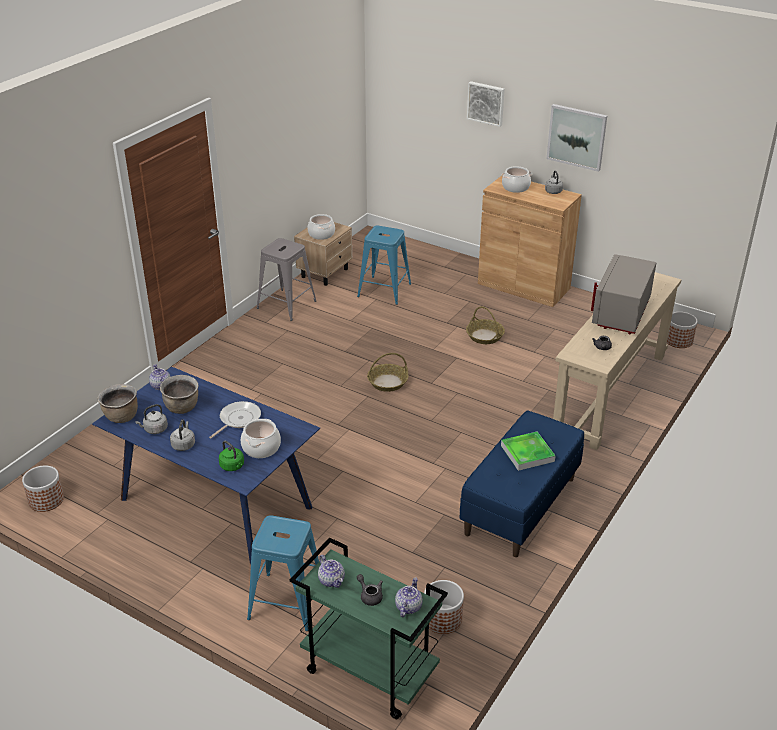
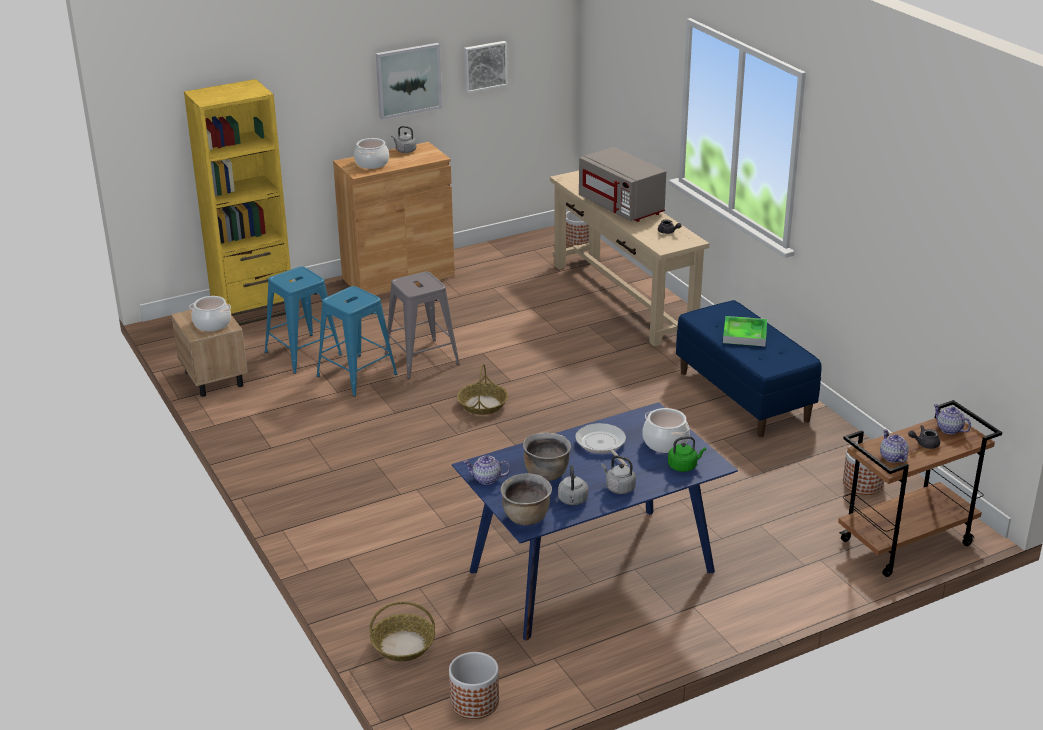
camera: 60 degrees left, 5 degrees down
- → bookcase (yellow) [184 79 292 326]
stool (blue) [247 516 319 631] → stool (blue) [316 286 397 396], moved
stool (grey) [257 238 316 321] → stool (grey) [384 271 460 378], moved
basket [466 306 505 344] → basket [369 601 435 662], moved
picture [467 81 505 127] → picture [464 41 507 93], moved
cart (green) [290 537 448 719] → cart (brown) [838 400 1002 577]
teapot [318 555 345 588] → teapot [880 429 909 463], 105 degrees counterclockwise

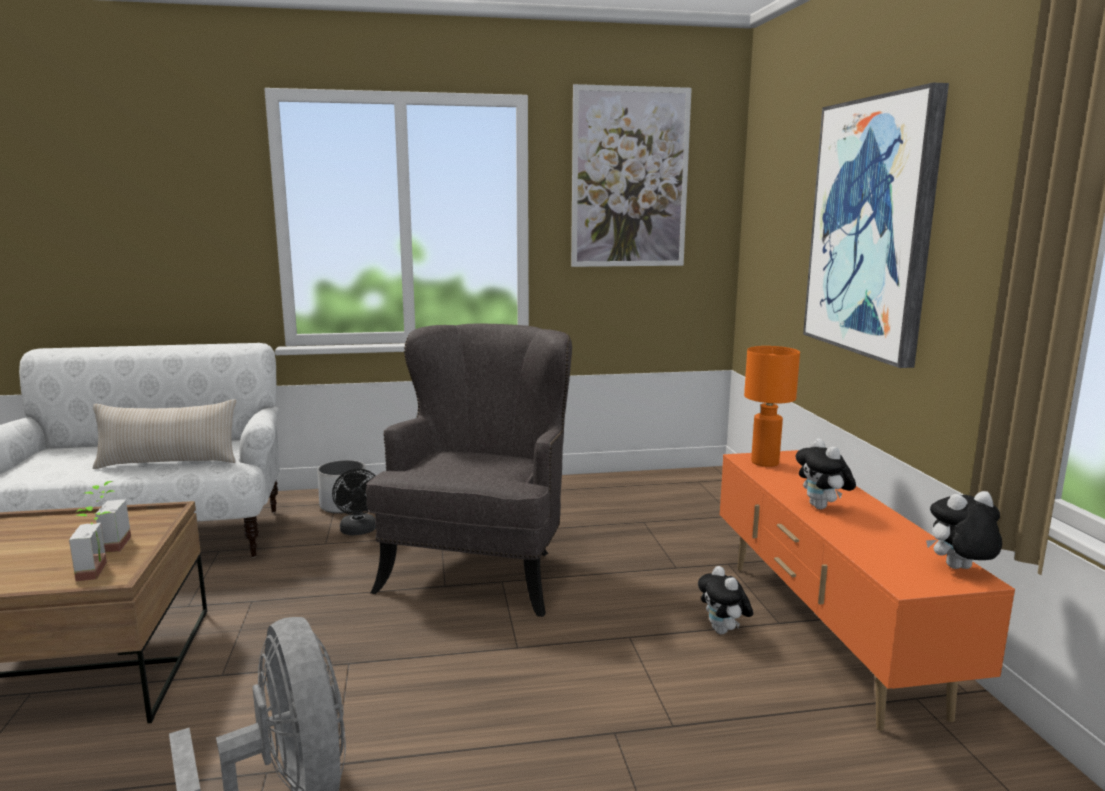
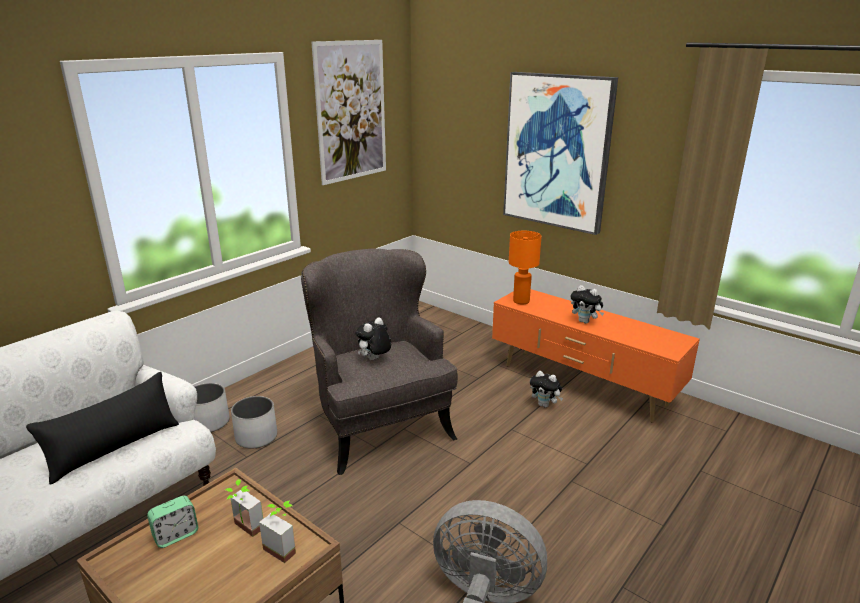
camera: 40 degrees left, 10 degrees up
- → alarm clock [147 496 198 548]
plush toy [926 491 1002 569] → plush toy [355 317 391 360], moved
fan (black) [332 469 376 535] → planter (white) [231 396 277 449]
pillow (beige) [93 399 236 469] → pillow (black) [26 372 179 485]

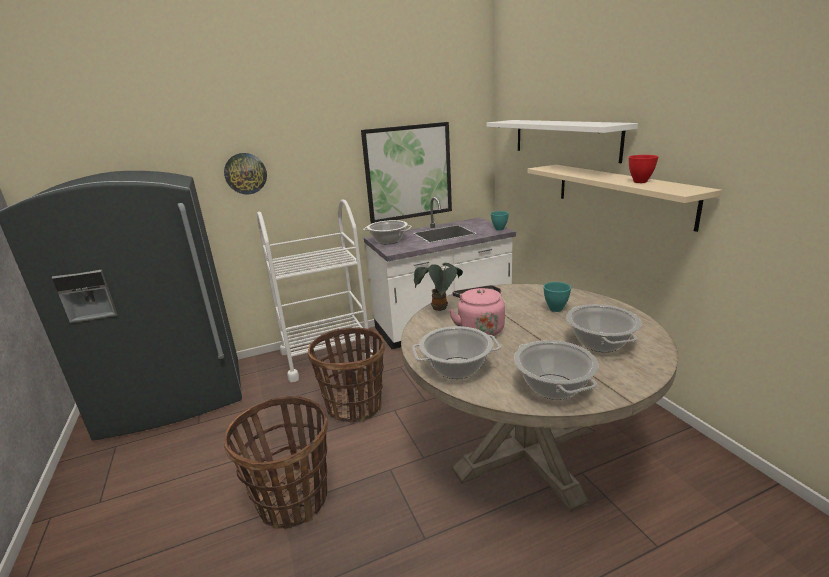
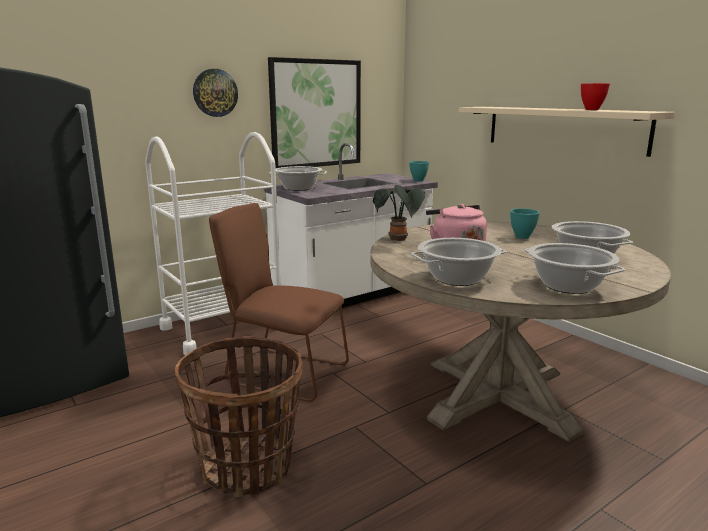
camera: 15 degrees left, 5 degrees down
shelf (white) [486 120 638 163] → -
wall clock [224 153 267 195] → wall clock [193 69 238 117], moved
basket [308 327 385 423] → chair (brown) [209 203 349 402]

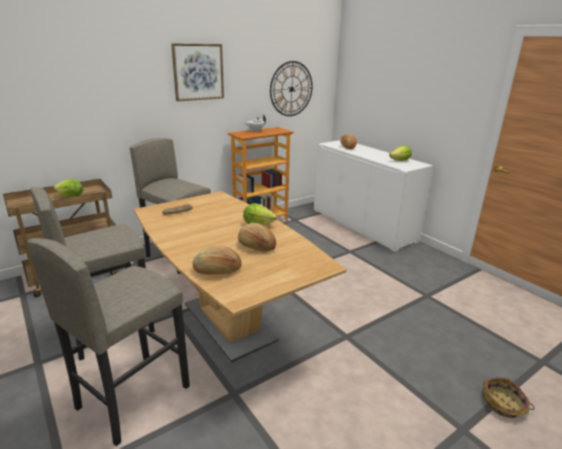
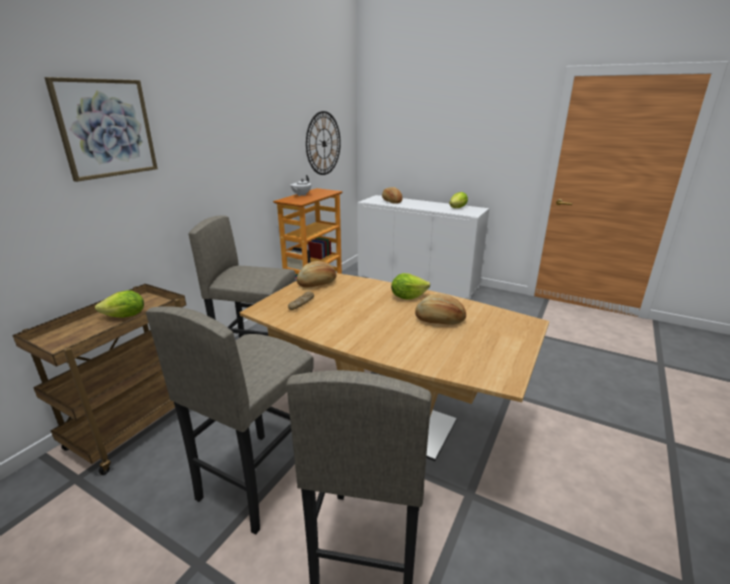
camera: 25 degrees left, 0 degrees up
basket [483 377 534 418] → -
picture [171 44 224 101] → picture [44 77 158 182], moved
bread [193 245 242 275] → bread [296 261 337 288], moved

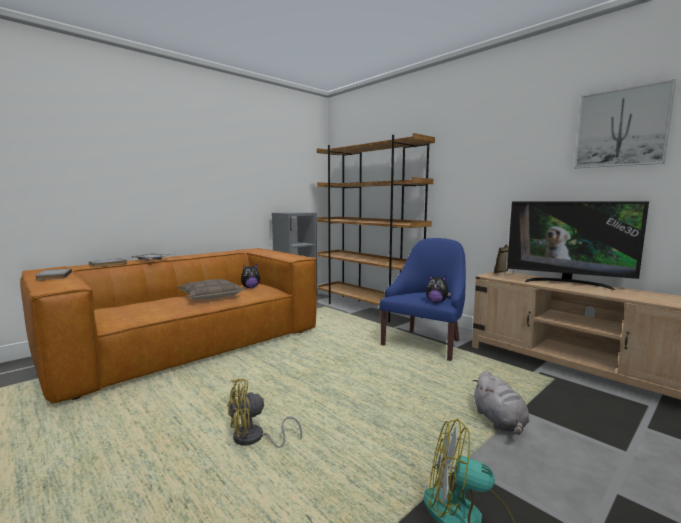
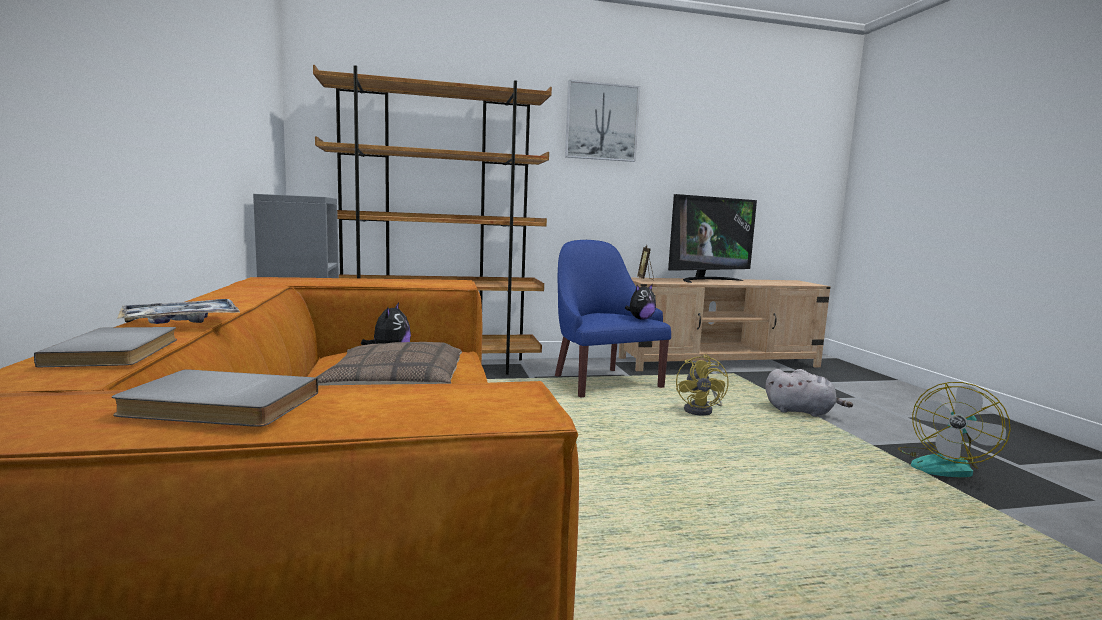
camera: 60 degrees left, 0 degrees up
fan (yellow) [227 378 302 448] → fan (yellow) [676 354 729 416], moved
picture [574 79 676 168] → picture [565 79 640 162], moved

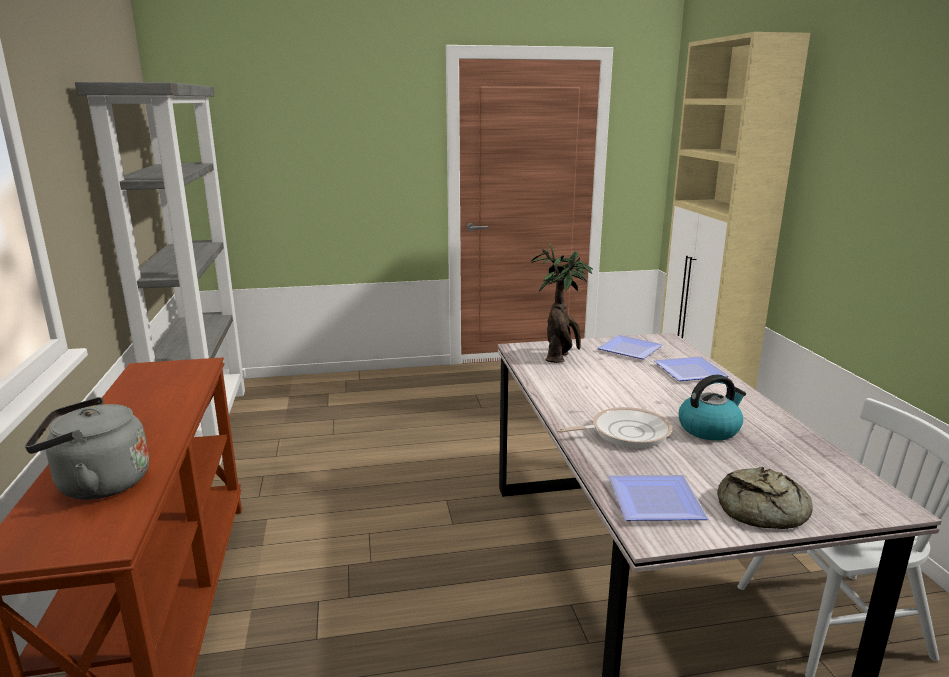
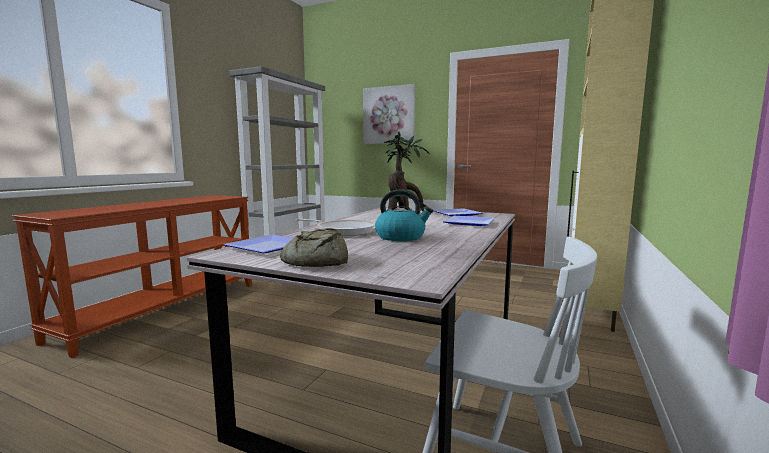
camera: 35 degrees right, 10 degrees down
kettle (grey) [25 397 149 500] → -
- → picture [363 84 415 144]

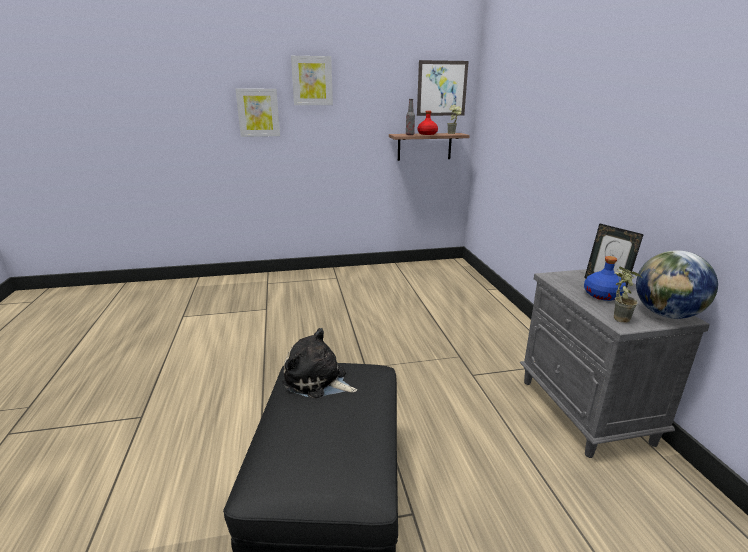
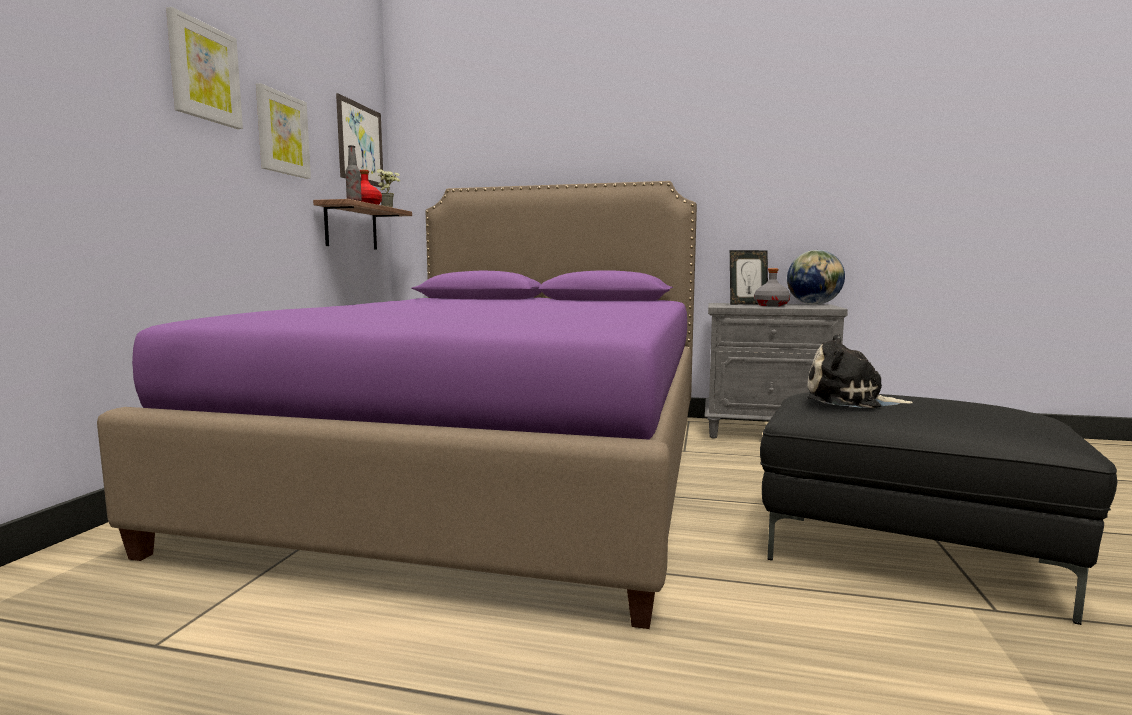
camera: 65 degrees left, 15 degrees down
potted plant [614 267 642 323] → -
- → bed (purple) [97 181 697 629]
picture [236 89 280 137] → picture [256 83 311 179], moved
bottle (blue) [584 256 626 301] → bottle (grey) [754 268 790 306]
plush toy [282 328 357 398] → plush toy [807 334 913 408], 60 degrees clockwise

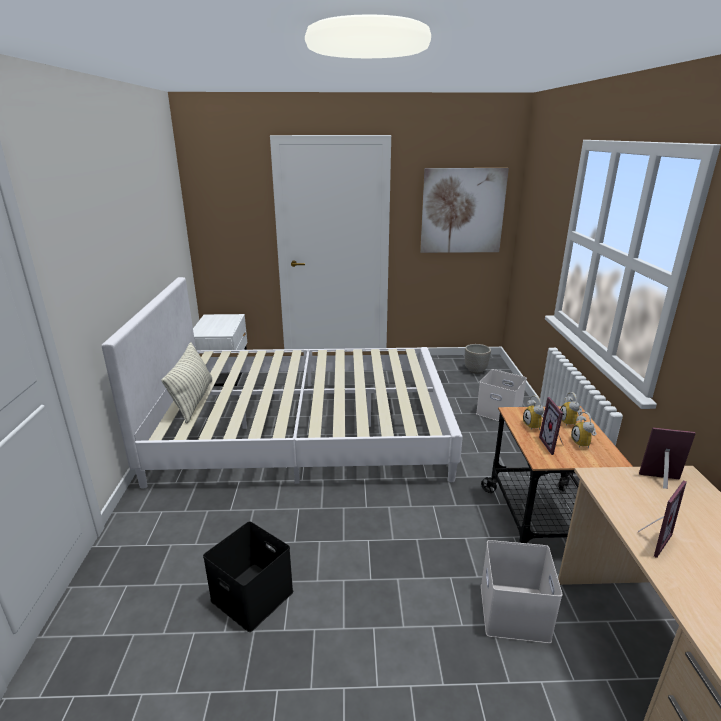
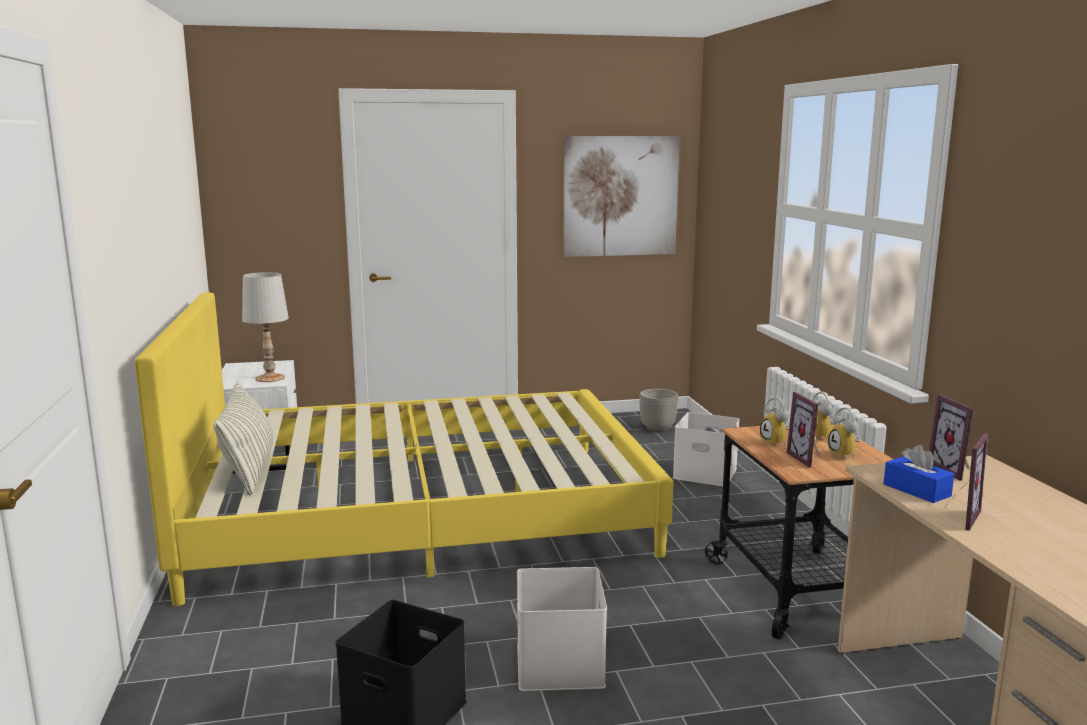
camera: 10 degrees left, 10 degrees down
- → table lamp (white) [242 272 289 382]
- → tissue box (blue) [884 445 954 503]
storage box (white) [481 540 562 643] → storage box (white) [517 567 607 691], moved
bed (white) [102 277 463 489] → bed (yellow) [135 292 674 606]
picture frame [639 428 696 489] → picture frame [929 394 973 481], 105 degrees counterclockwise

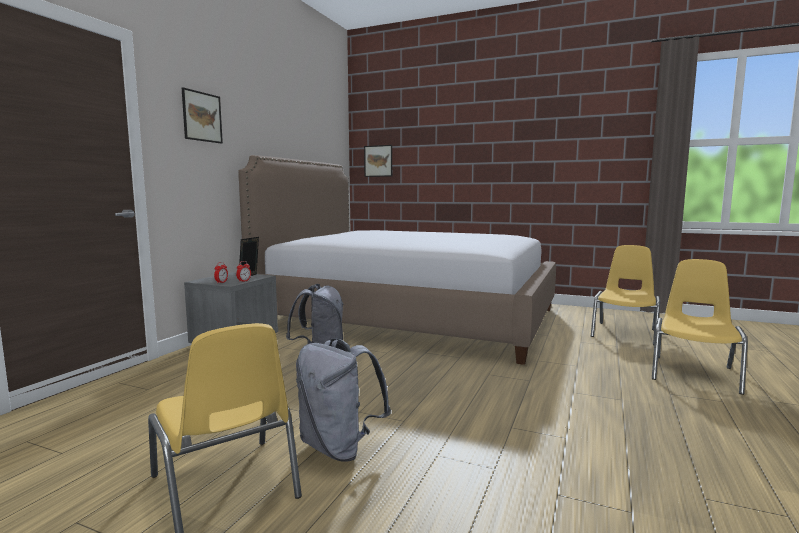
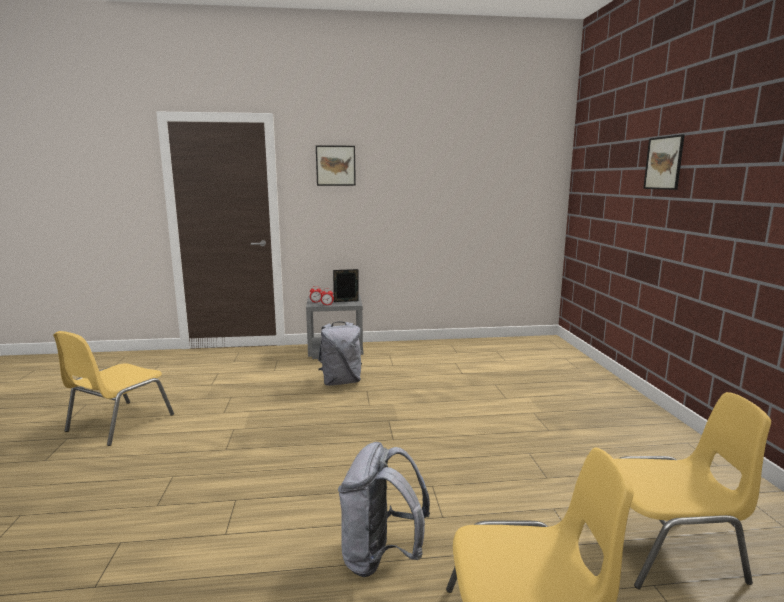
camera: 60 degrees right, 5 degrees up
bed [238 155 556 365] → -
backpack (grey) [296 339 391 461] → backpack (grey) [338 442 430 577], moved
picture [364 145 392 177] → picture [643 134 685 190], moved

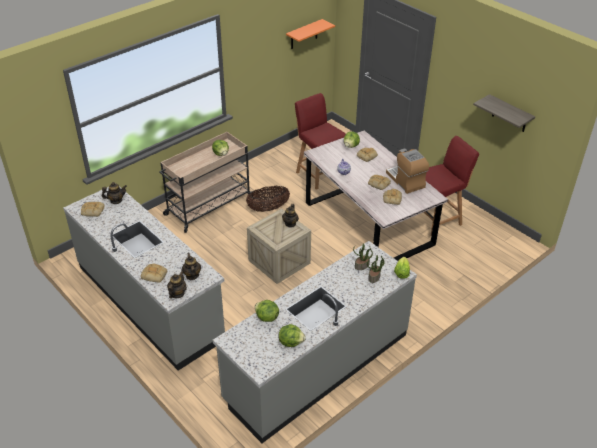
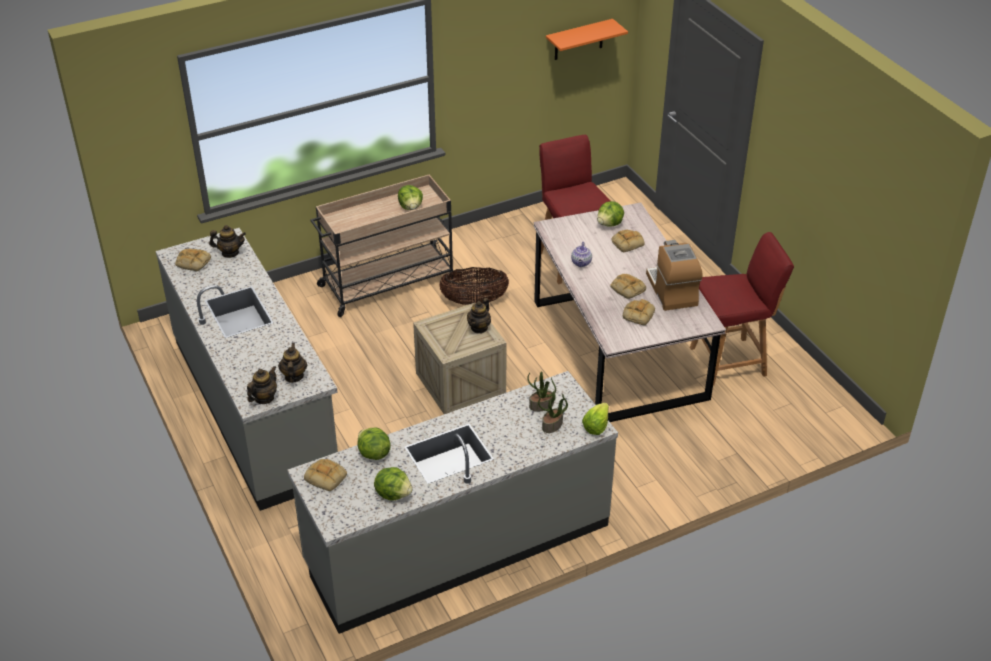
camera: 15 degrees right, 0 degrees up
shelf [473 94 535 132] → -
bread [141 263 167 282] → bread [304 459 347 491], moved

